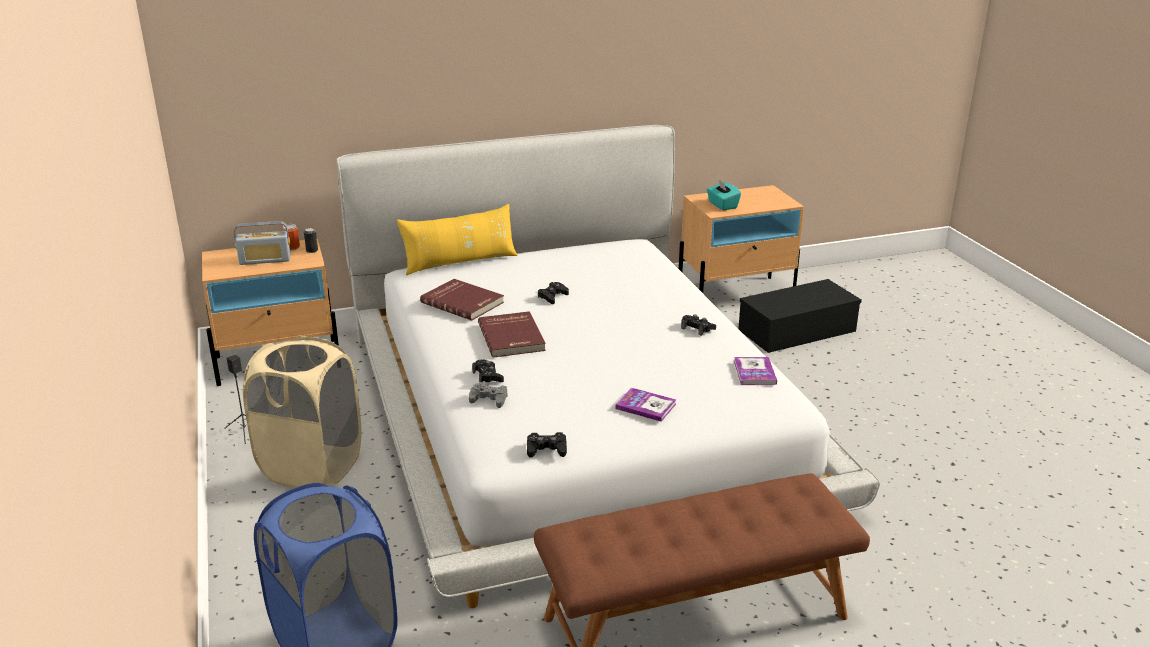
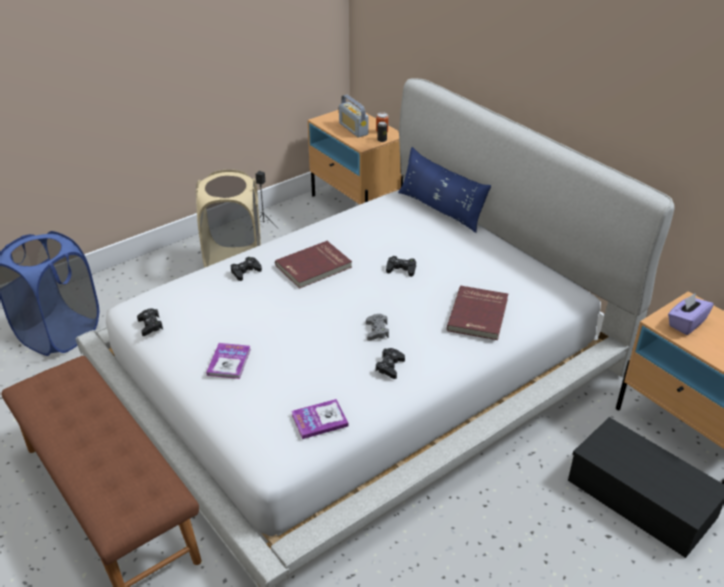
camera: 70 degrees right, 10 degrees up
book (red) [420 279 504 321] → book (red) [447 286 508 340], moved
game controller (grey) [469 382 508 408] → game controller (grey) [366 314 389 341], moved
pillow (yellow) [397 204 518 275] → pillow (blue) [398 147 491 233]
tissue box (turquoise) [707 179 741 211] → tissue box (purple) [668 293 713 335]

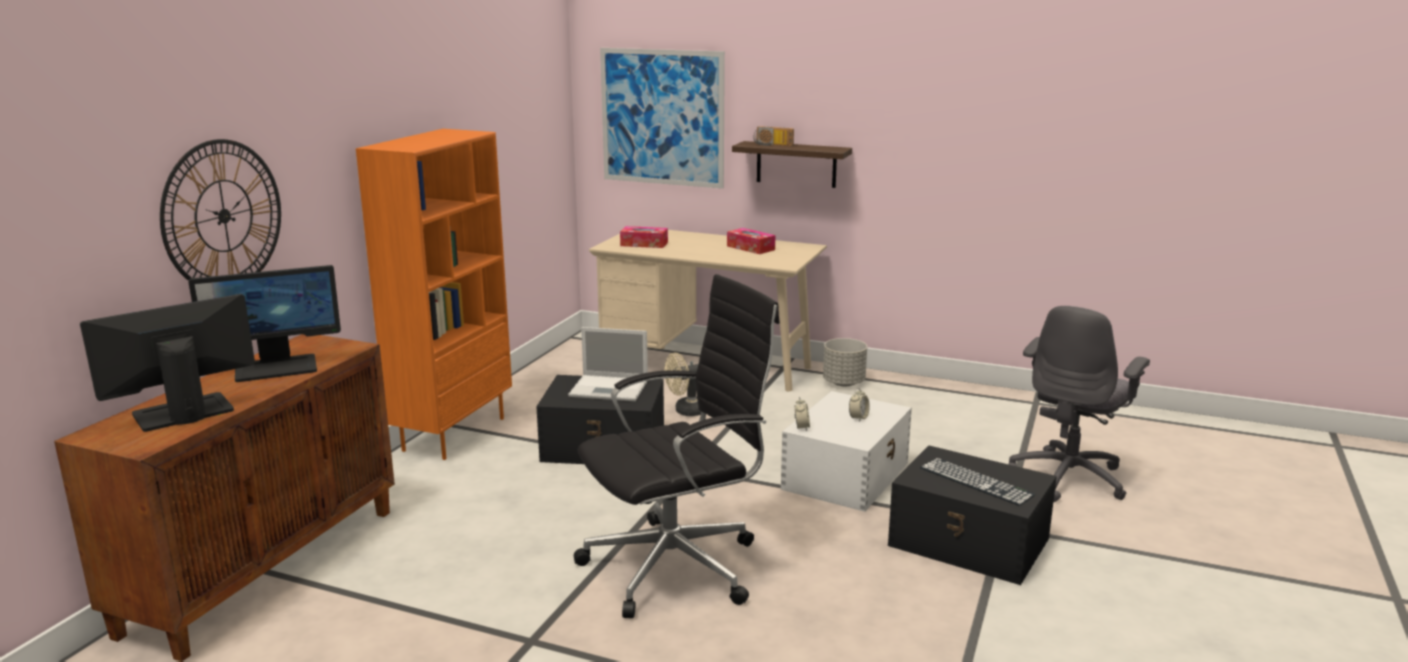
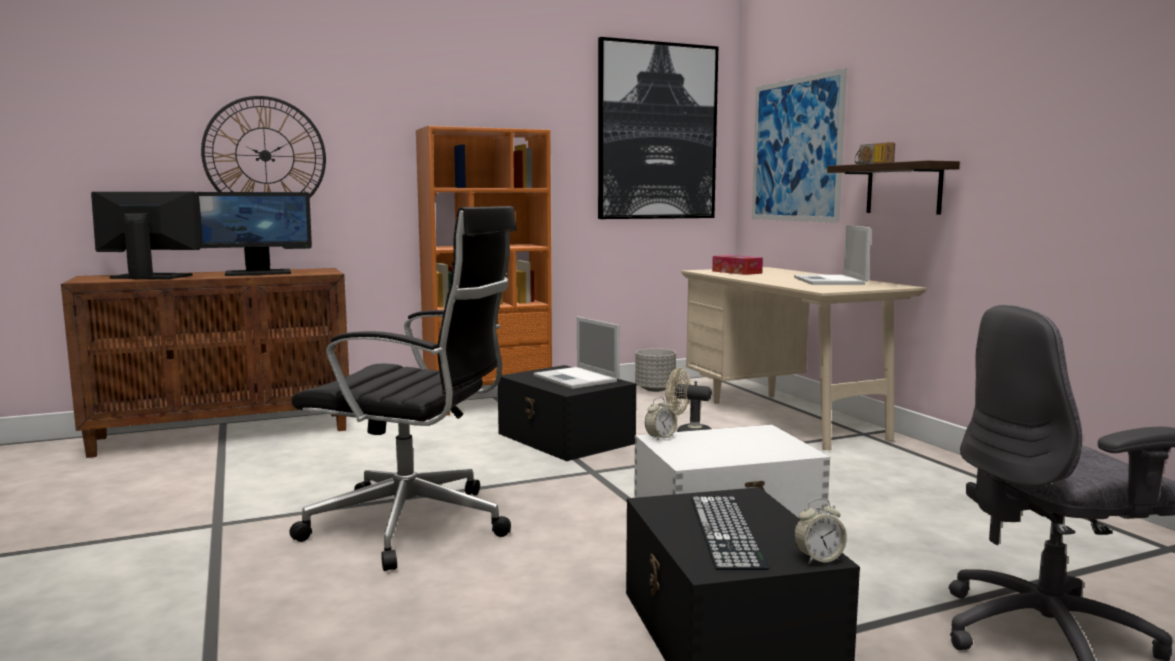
camera: 45 degrees right, 10 degrees down
- → picture [598 37 718 219]
planter (grey) [823 338 867 386] → planter (grey) [635 349 676 392], moved
alarm clock [849 388 870 422] → alarm clock [794 498 847 564], moved
tissue box [727 228 775 254] → laptop [794 225 871 285]
monitor [189 265 341 382] → monitor [197 192 312 276], 45 degrees counterclockwise

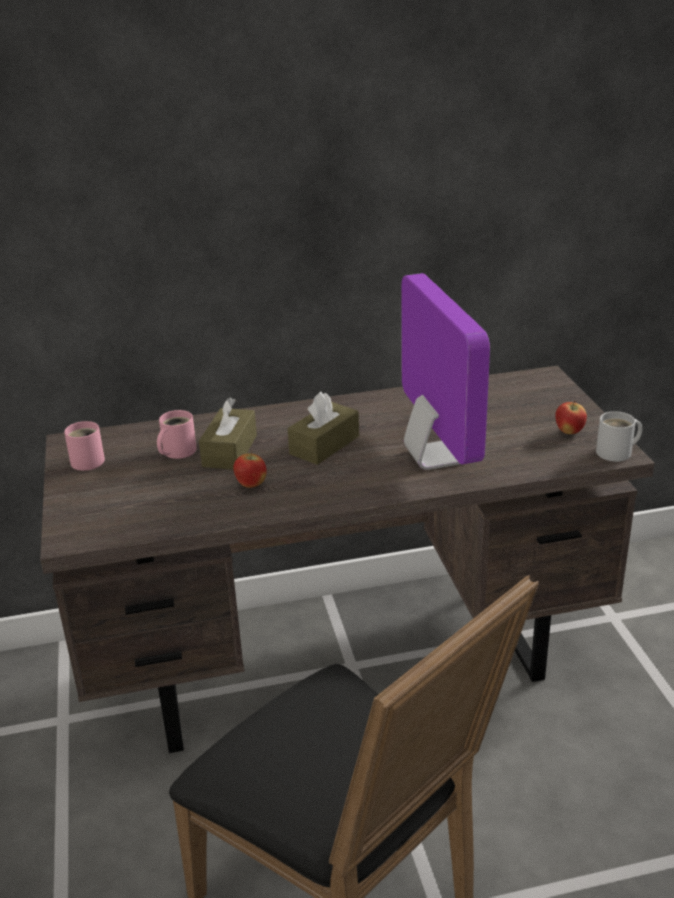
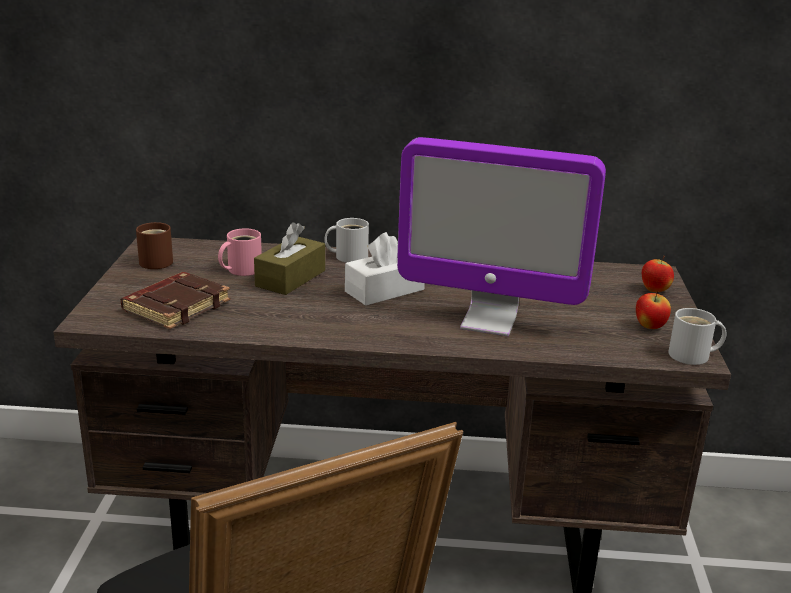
camera: 15 degrees right, 5 degrees down
- → book (brown) [121 272 230 329]
- → mug (white) [324 218 369 263]
apple [233 450 267 488] → apple [642 256 674 292], moved
mug (pink) [64 421 105 471] → mug (brown) [136 222 173 269]
tissue box (brown) [288 392 359 465] → tissue box (white) [345 232 425 306]
monitor [402 273 490 470] → monitor [397 137 606 336], 105 degrees clockwise

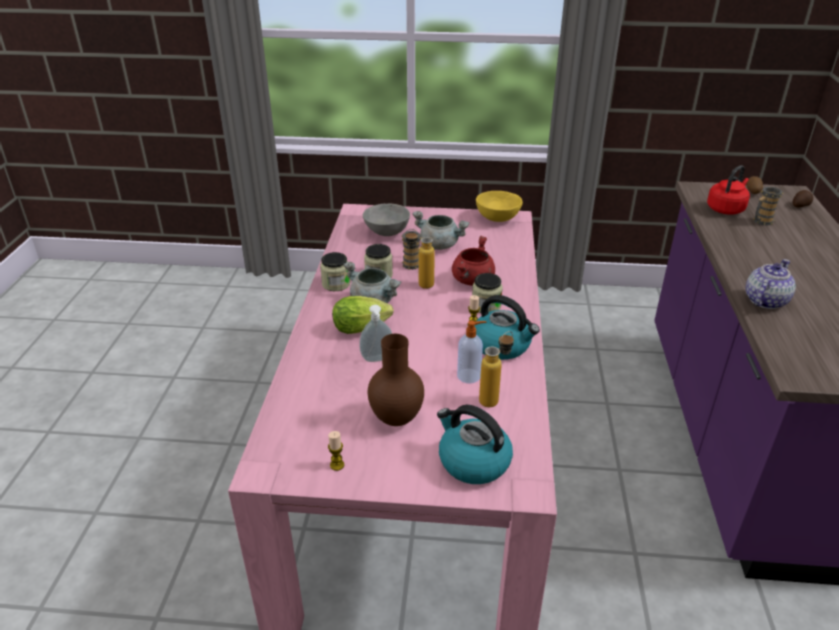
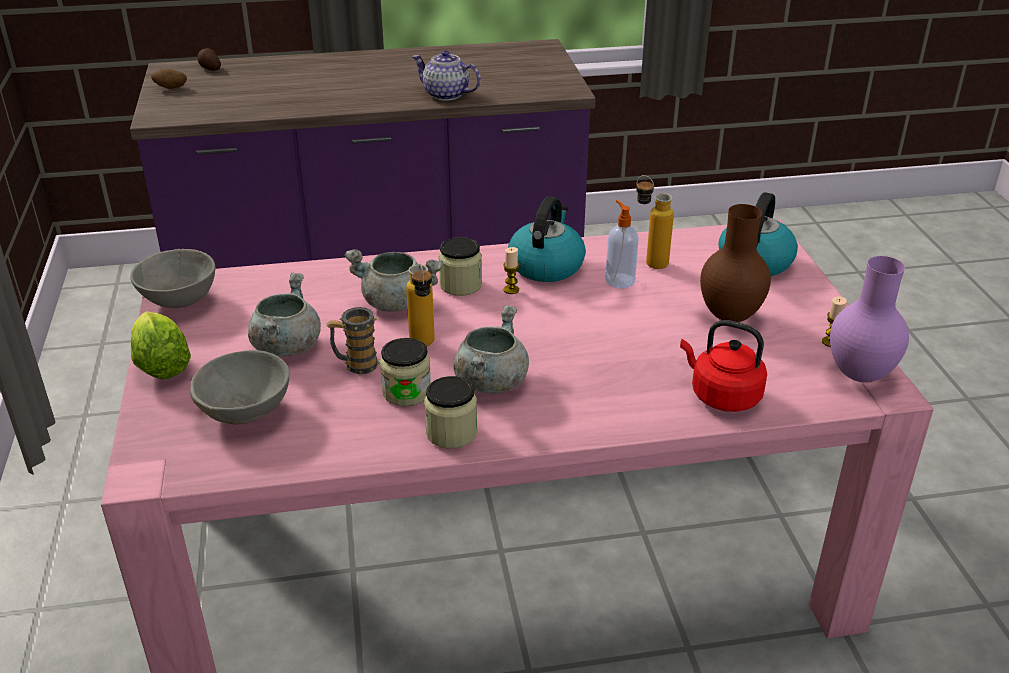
camera: 105 degrees left, 0 degrees up
soap dispenser [359 305 392 362] → -
mug [753 187 784 225] → -
- → vase (purple) [830 256 909 382]
lettuce [332 296 394 334] → lettuce [131 311 191 379], moved
kettle (red) [707 165 750 215] → kettle (red) [680 320 767 412], moved
cooking pot (red) [452 236 495 286] → cooking pot (grey) [344 249 443 312]
bowl (yellow) [476 191 523 222] → bowl (grey) [130 249 215 308]

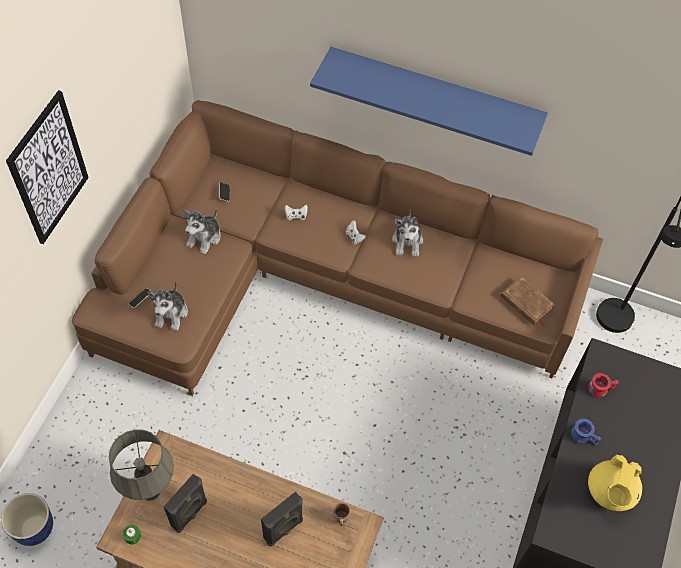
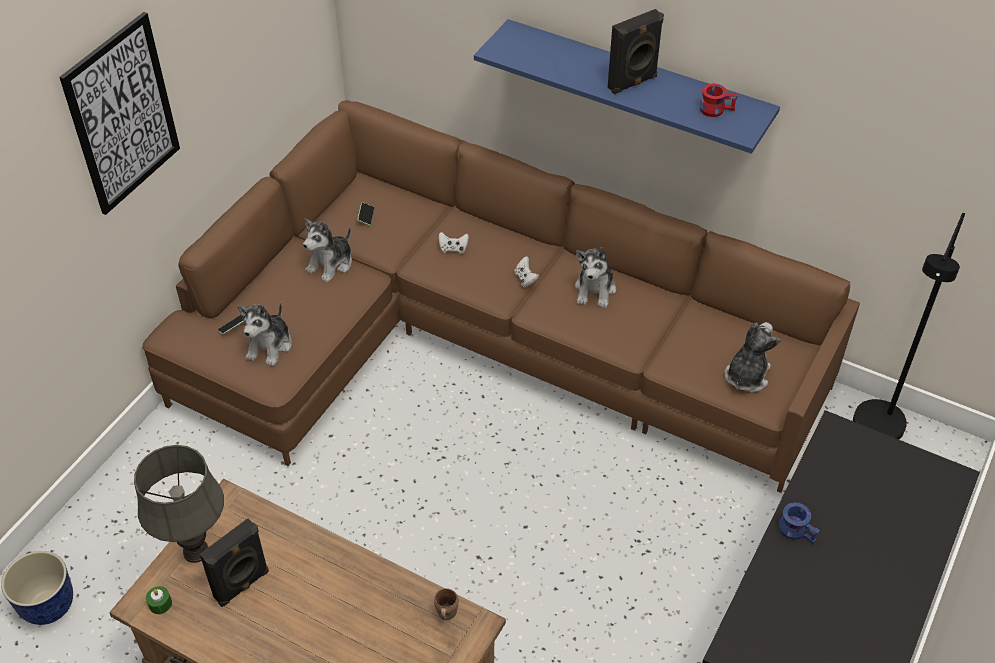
camera: 10 degrees right, 10 degrees down
teapot (yellow) [588 455 642 511] → -
speaker (black) [261 491 303 546] → speaker (black) [608 9 664 95], moved
mug (red) [588 373 619 398] → mug (red) [699 84 738 117], moved
book (brown) [501 276 555 327] → plush toy [725 322 781 392]

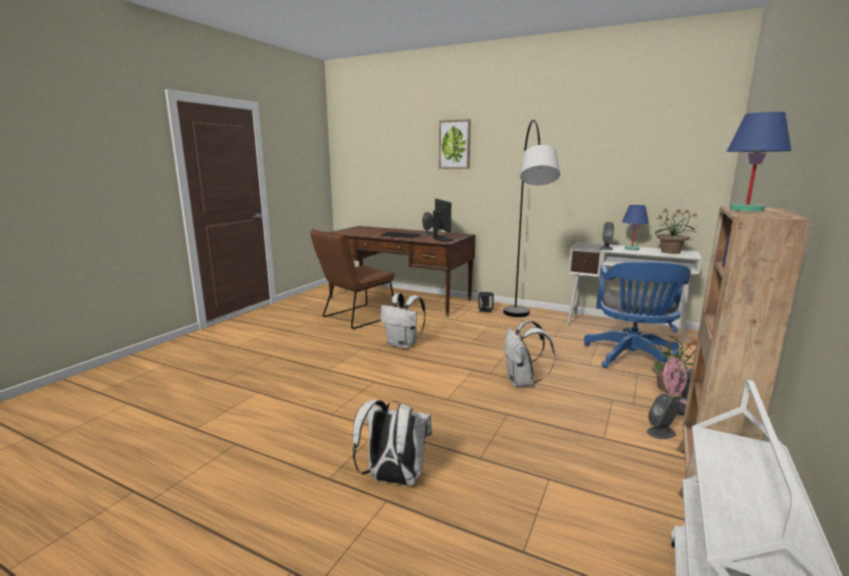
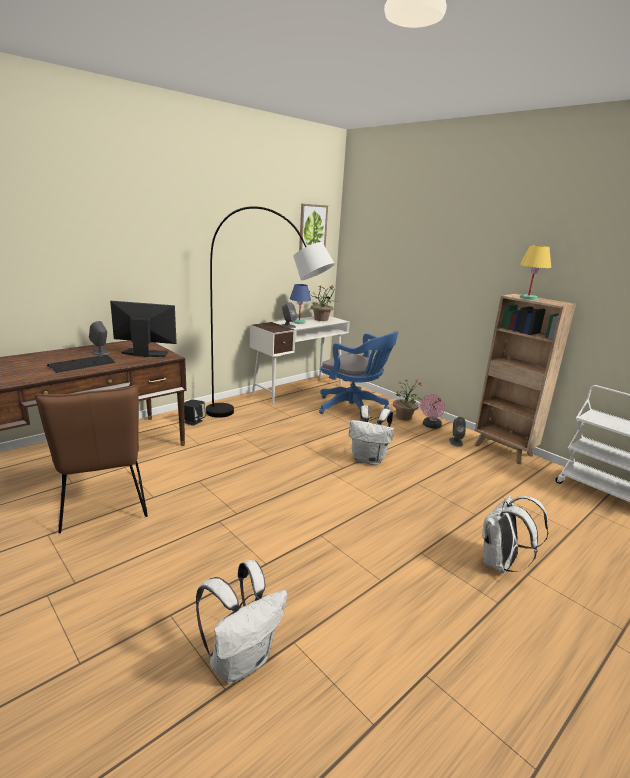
camera: 70 degrees left, 5 degrees up
backpack (white) [380 293 425 349] → backpack (white) [196 560 287 683], moved
picture [439 119 471 169] → picture [299 204 328 251], moved
table lamp (blue) [727 112 791 212] → table lamp (yellow) [520 245 551 300]

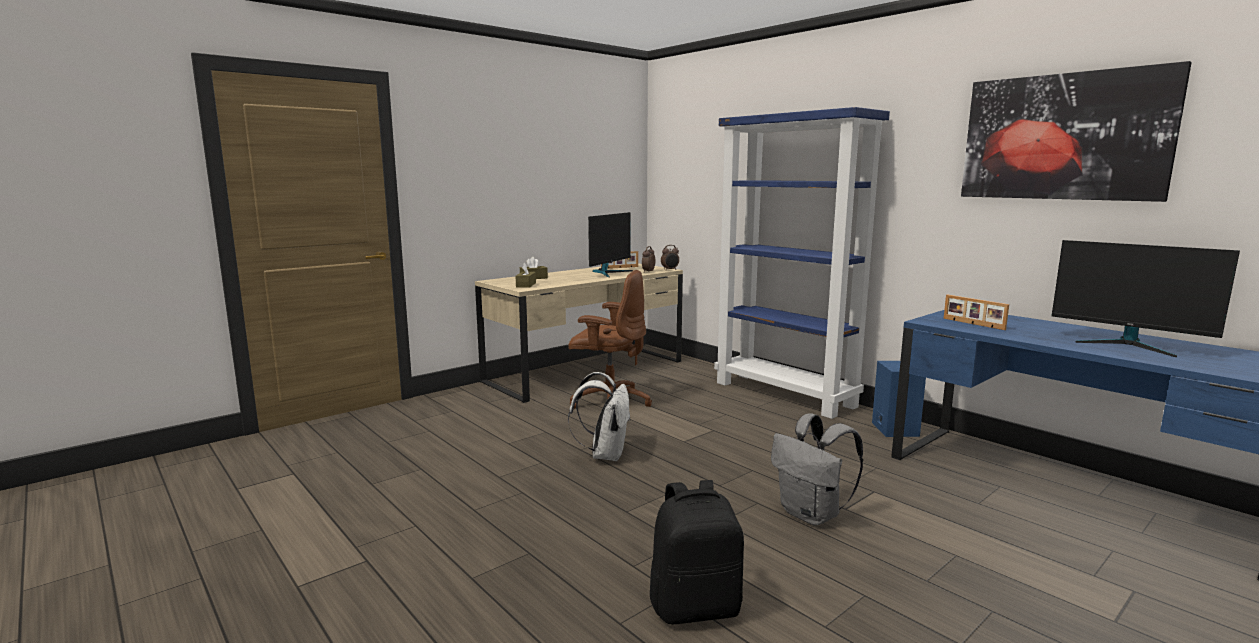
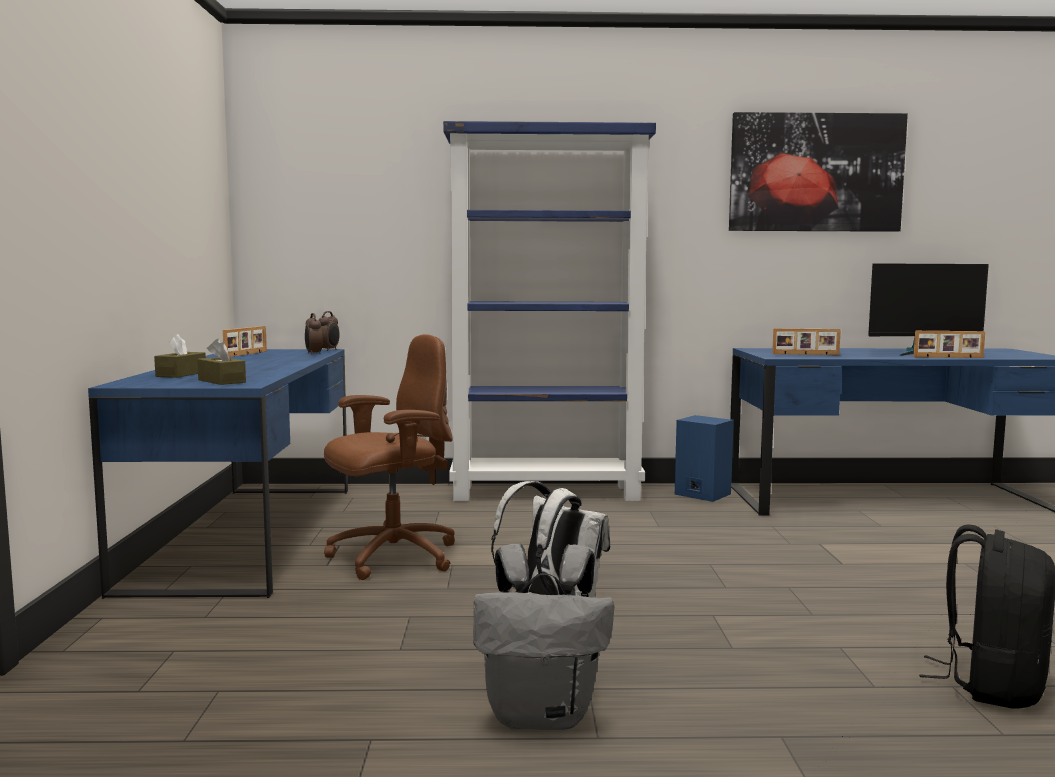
camera: 50 degrees left, 5 degrees down
monitor [588 212 633 277] → -
- → picture frame [914 331 985 358]
backpack (grey) [771 414 863 526] → backpack (grey) [473 544 614 730], moved
desk (beige) [475 263 683 403] → desk (blue) [88 349 348 599]

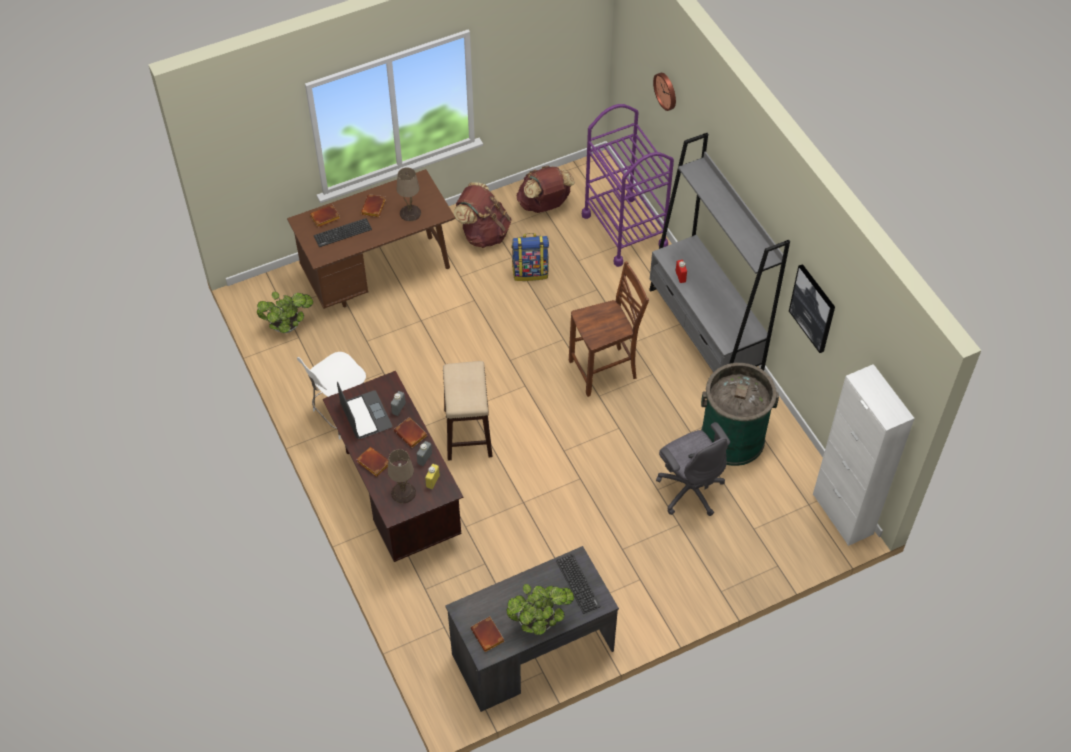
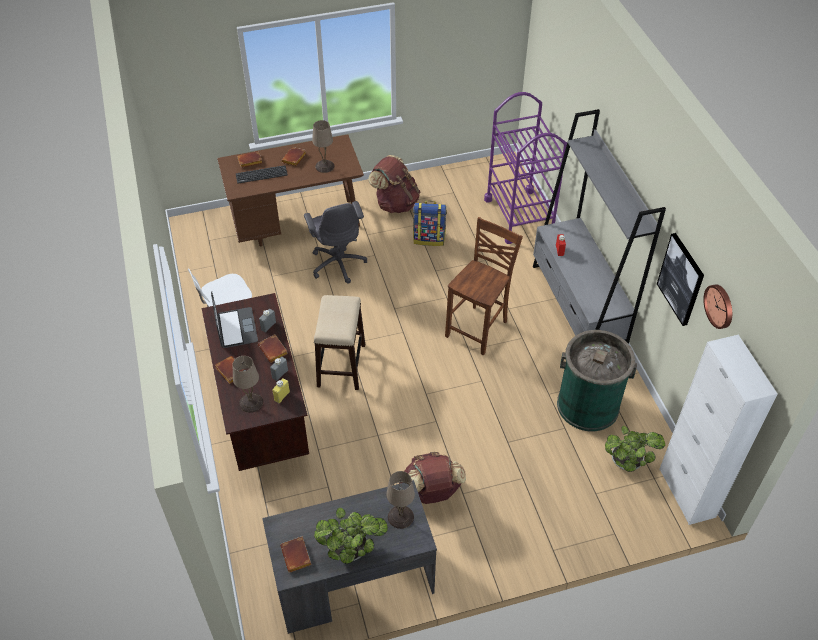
camera: 10 degrees right, 5 degrees down
potted plant [257 292 313 333] → potted plant [605 426 665 472], moved
backpack (brown) [517 166 575 213] → backpack (brown) [399 452 466 504], moved
wall clock [653 73 676 111] → wall clock [703 284 732 329], moved
office chair (grey) [656 422 730 516] → office chair (grey) [304 201 367 284], moved
keyboard [556 554 601 614] → table lamp (beige) [386 471 415 529]
chair (brown) [569 261 649 397] → chair (brown) [445 217 523 356], 45 degrees counterclockwise

